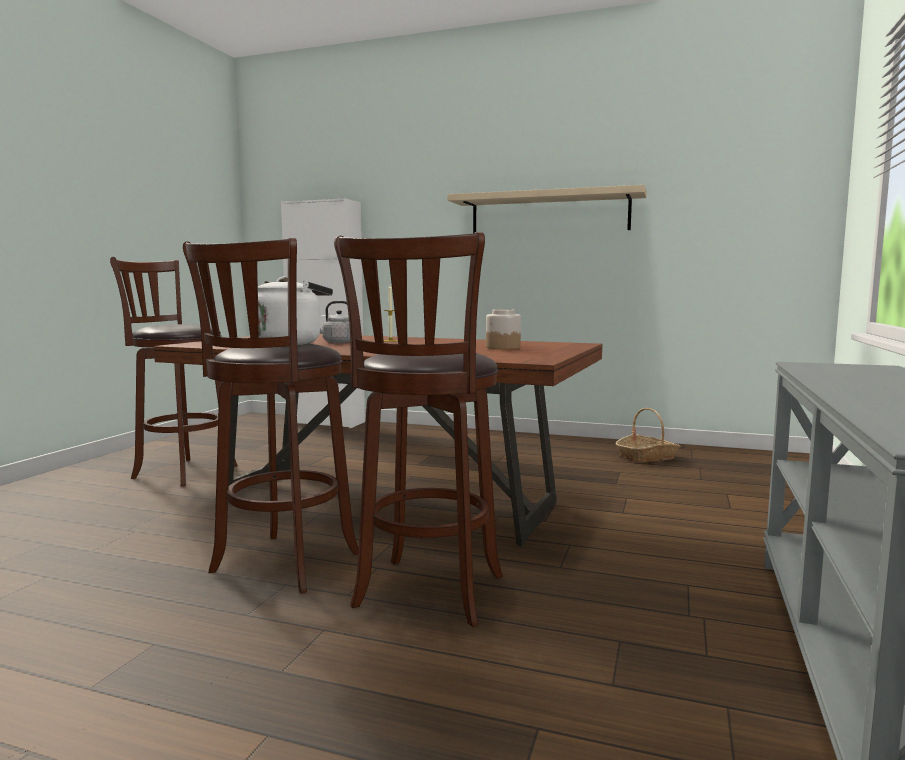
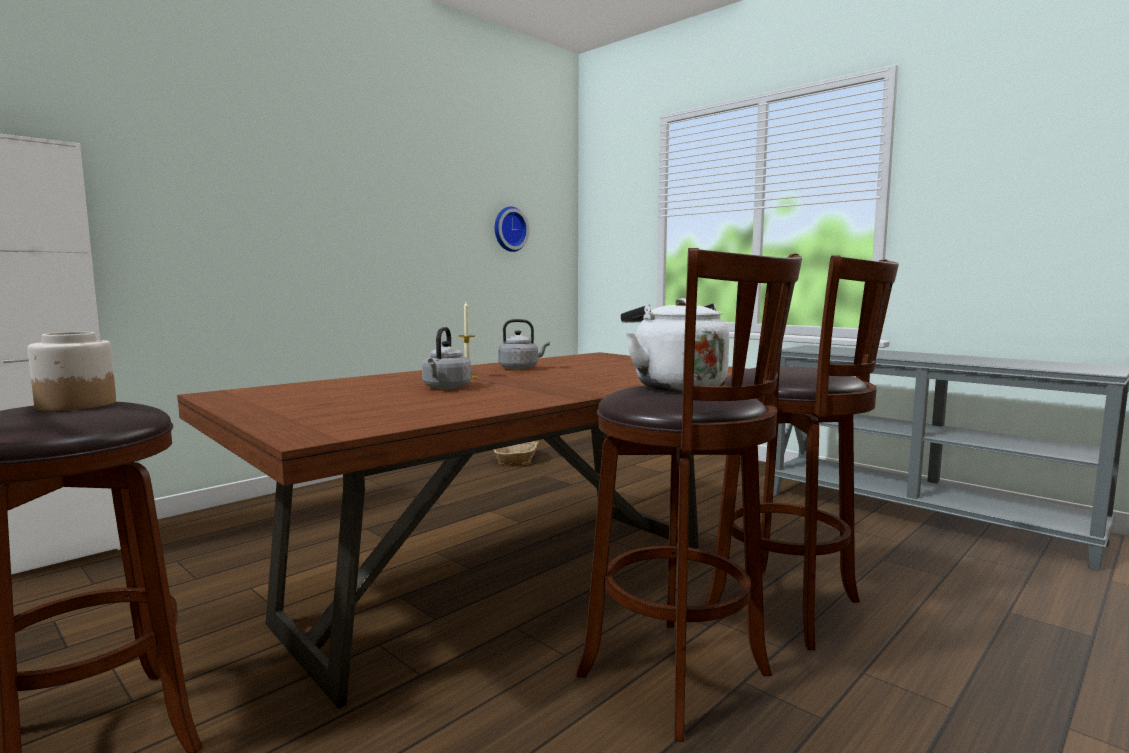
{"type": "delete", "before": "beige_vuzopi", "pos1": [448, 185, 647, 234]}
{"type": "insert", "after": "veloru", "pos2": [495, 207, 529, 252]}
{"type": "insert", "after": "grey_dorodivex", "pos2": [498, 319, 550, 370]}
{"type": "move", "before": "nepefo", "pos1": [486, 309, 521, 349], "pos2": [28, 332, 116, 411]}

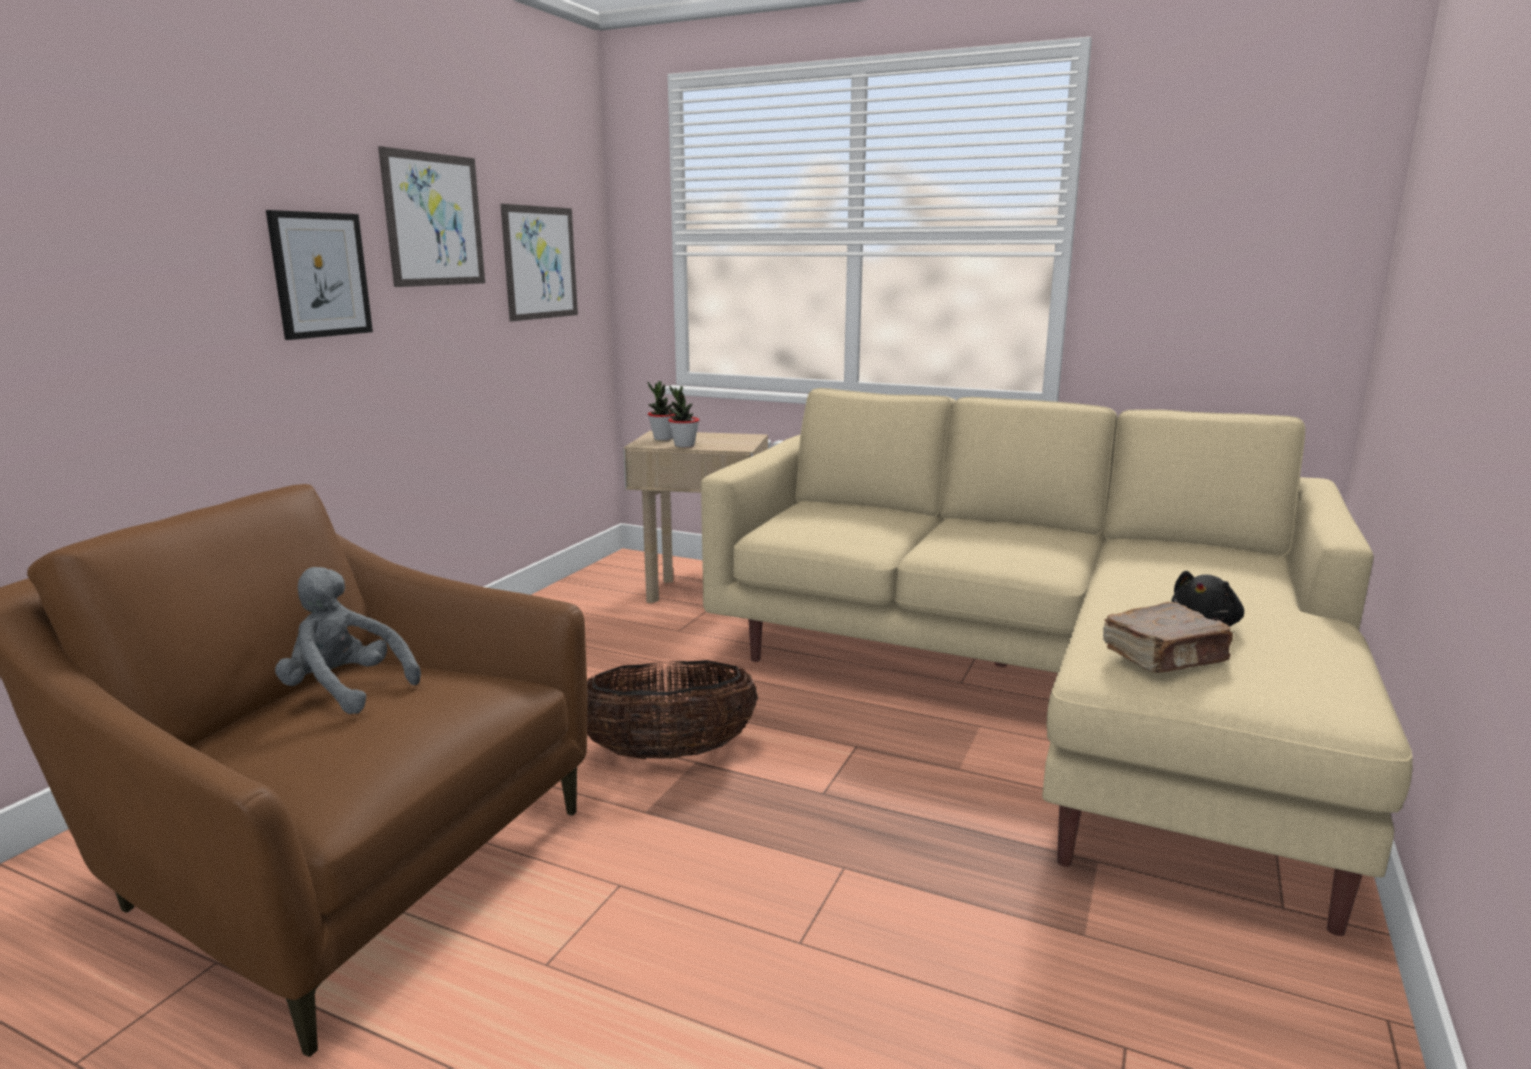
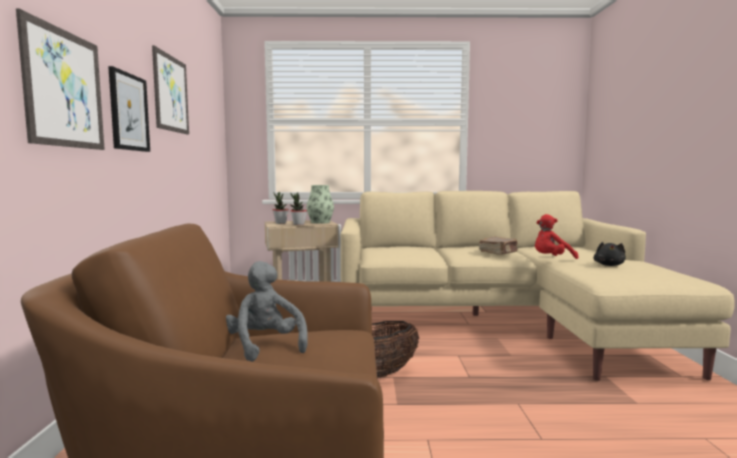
{"type": "insert", "after": "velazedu", "pos2": [307, 185, 334, 224]}
{"type": "insert", "after": "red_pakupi", "pos2": [535, 214, 579, 259]}
{"type": "move", "before": "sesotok", "pos1": [500, 204, 578, 321], "pos2": [16, 9, 105, 150]}
{"type": "move", "before": "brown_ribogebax", "pos1": [1103, 602, 1233, 673], "pos2": [479, 236, 518, 255]}
{"type": "rotate", "before": "grey_pakupi", "pos1": [275, 567, 421, 714], "pos2": [226, 261, 308, 362], "turn": 60}

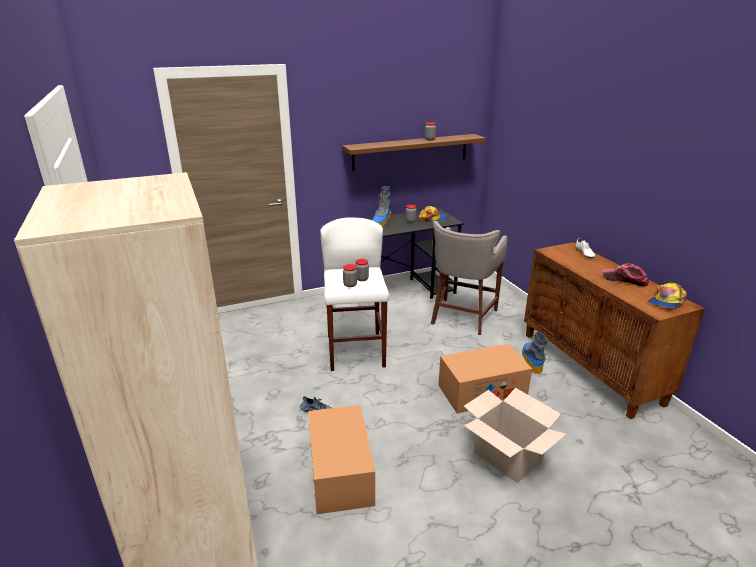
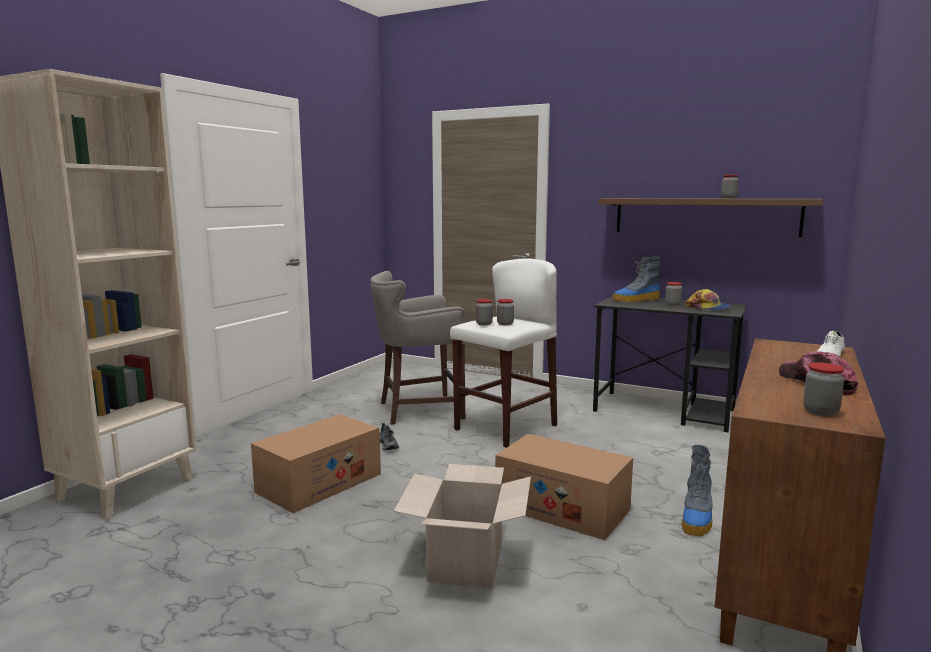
{"type": "move", "before": "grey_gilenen", "pos1": [431, 221, 507, 335], "pos2": [370, 271, 466, 425]}
{"type": "replace", "before": "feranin", "after": "nepefo", "pos1": [648, 283, 687, 308], "pos2": [803, 363, 844, 416]}
{"type": "rotate", "before": "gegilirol", "pos1": [522, 331, 548, 374], "pos2": [681, 445, 713, 536], "turn": 150}

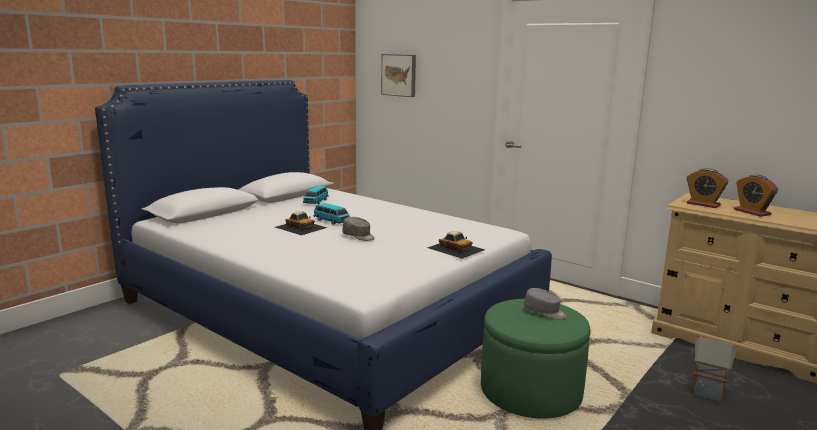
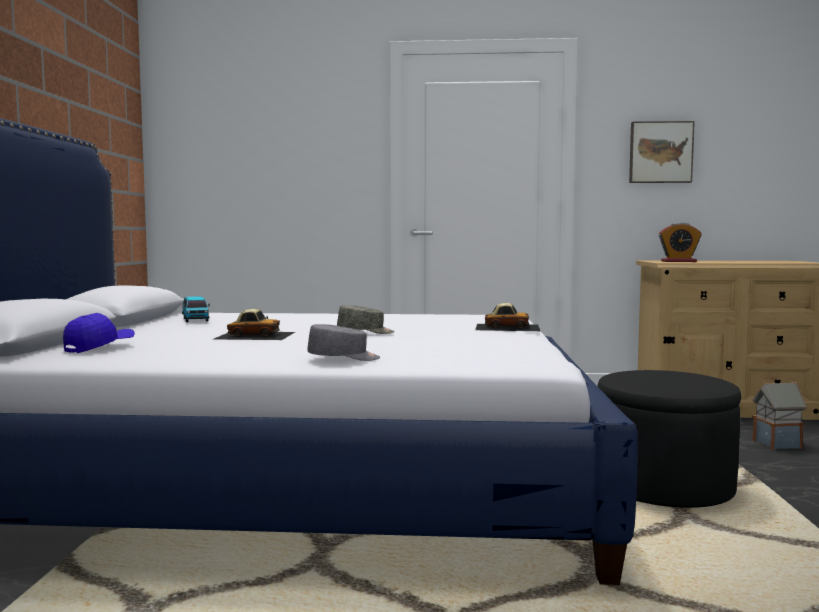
{"type": "delete", "before": "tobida", "pos1": [313, 203, 350, 225]}
{"type": "delete", "before": "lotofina", "pos1": [734, 175, 778, 217]}
{"type": "insert", "after": "blue_feranin", "pos2": [63, 313, 135, 353]}
{"type": "move", "before": "sesotok", "pos1": [381, 54, 416, 97], "pos2": [629, 121, 695, 183]}
{"type": "move", "before": "grey_feranin", "pos1": [524, 288, 567, 319], "pos2": [307, 324, 380, 361]}
{"type": "recolor", "before": "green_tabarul", "after": "black_tabarul", "pos1": [481, 299, 591, 419], "pos2": [598, 370, 741, 508]}

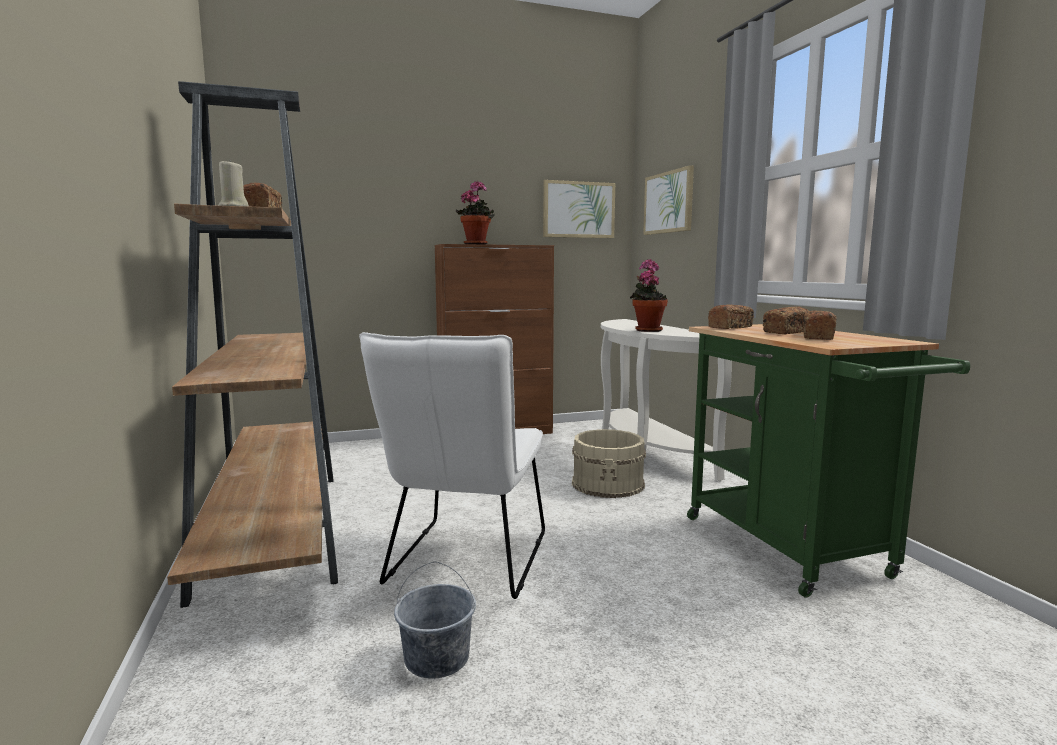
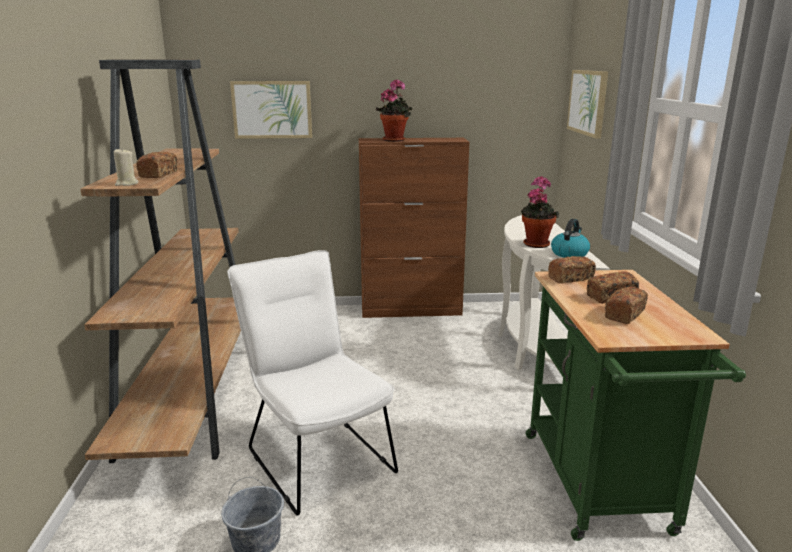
{"type": "delete", "before": "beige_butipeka", "pos1": [572, 429, 646, 498]}
{"type": "insert", "after": "dorodivex", "pos2": [551, 219, 590, 257]}
{"type": "move", "before": "sesotok", "pos1": [543, 180, 615, 238], "pos2": [230, 81, 312, 139]}
{"type": "rotate", "before": "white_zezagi", "pos1": [359, 332, 545, 599], "pos2": [227, 250, 398, 516], "turn": 120}

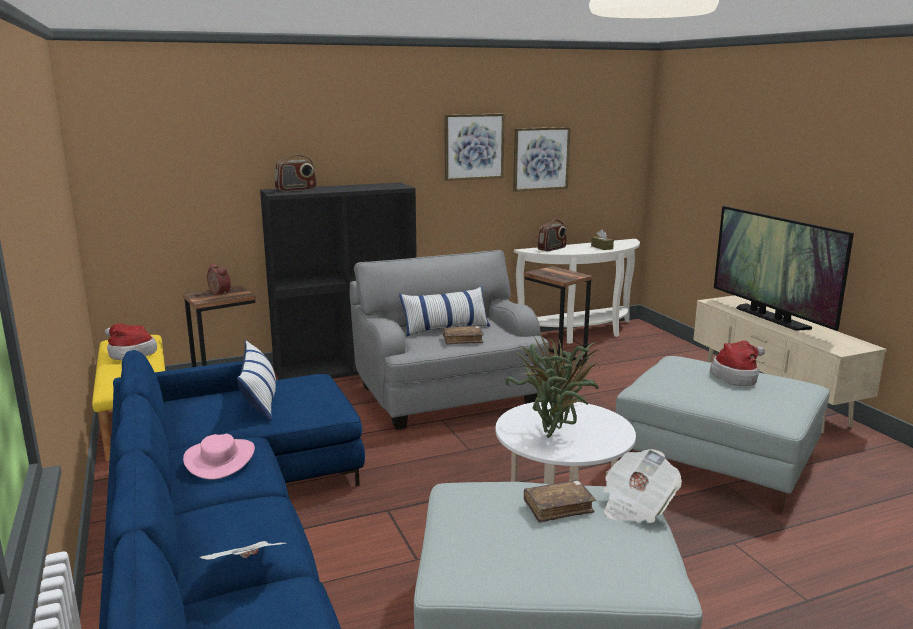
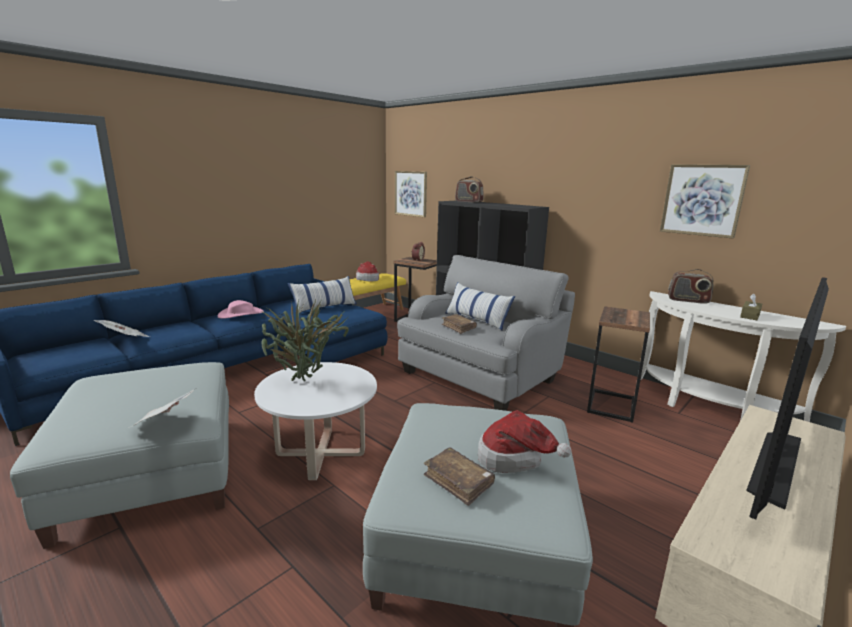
{"type": "move", "before": "sesotok", "pos1": [445, 114, 505, 181], "pos2": [395, 171, 427, 217]}
{"type": "move", "before": "brown_ribogebax", "pos1": [524, 480, 596, 523], "pos2": [424, 448, 495, 506]}

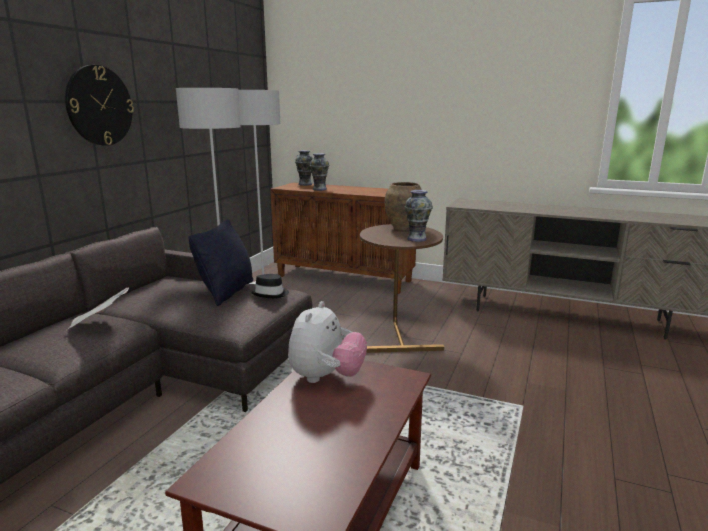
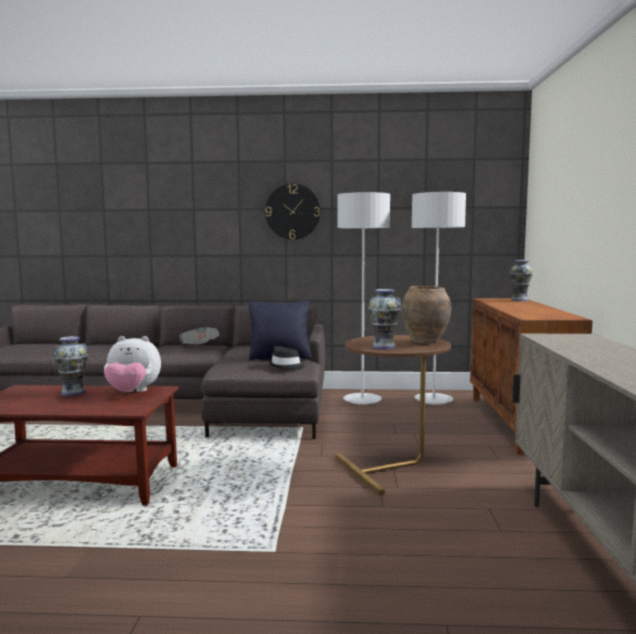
{"type": "move", "before": "velazedu", "pos1": [310, 153, 329, 191], "pos2": [53, 336, 89, 396]}

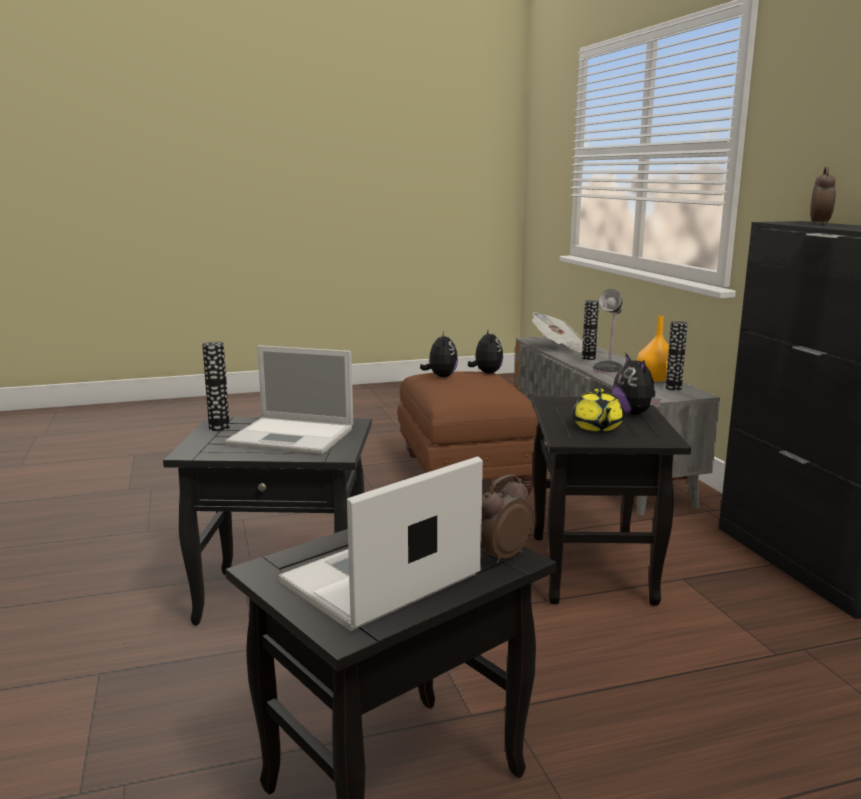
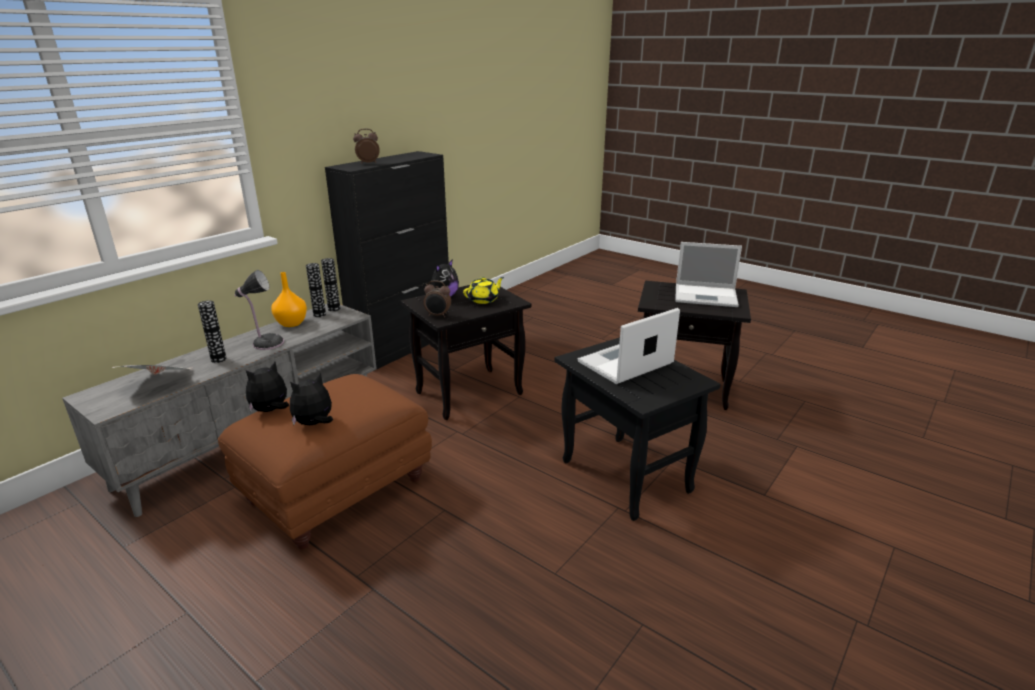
{"type": "move", "before": "velazedu", "pos1": [202, 342, 230, 431], "pos2": [321, 258, 340, 311]}
{"type": "move", "before": "lotofina", "pos1": [481, 474, 532, 564], "pos2": [423, 280, 451, 318]}
{"type": "rotate", "before": "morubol", "pos1": [225, 345, 353, 454], "pos2": [578, 308, 680, 384], "turn": -105}

